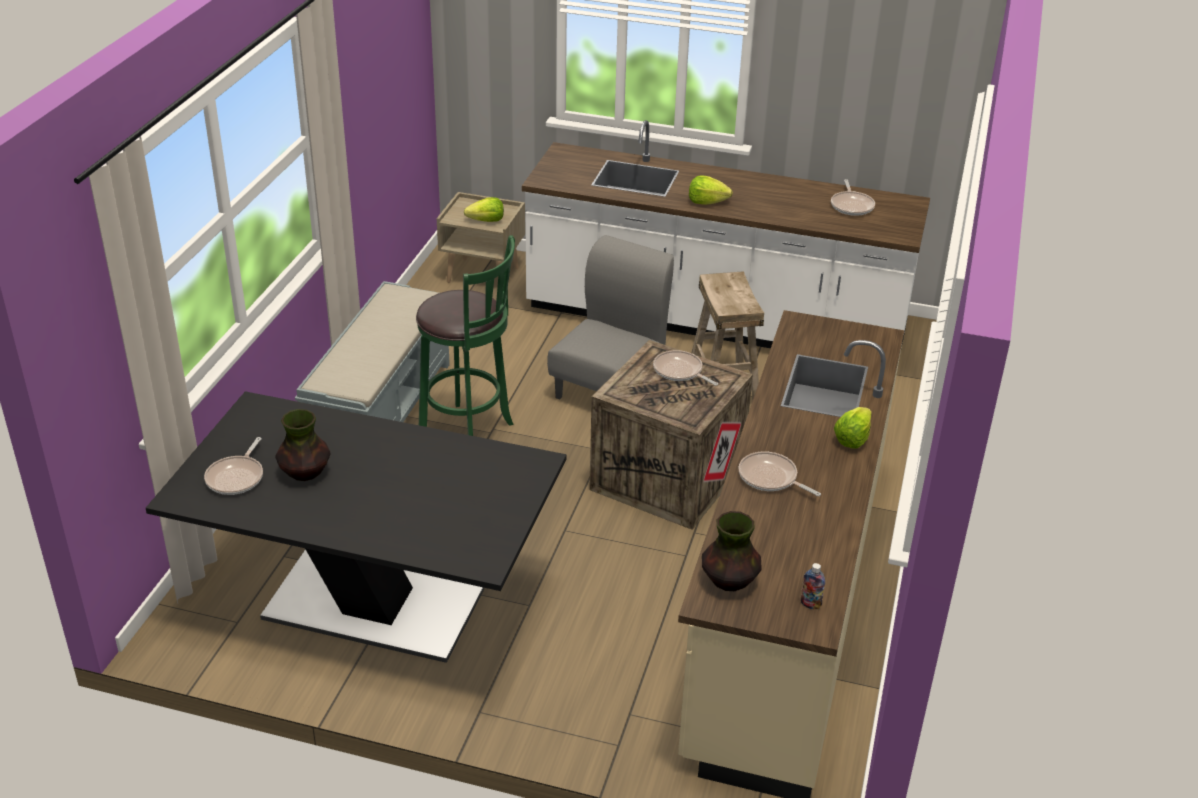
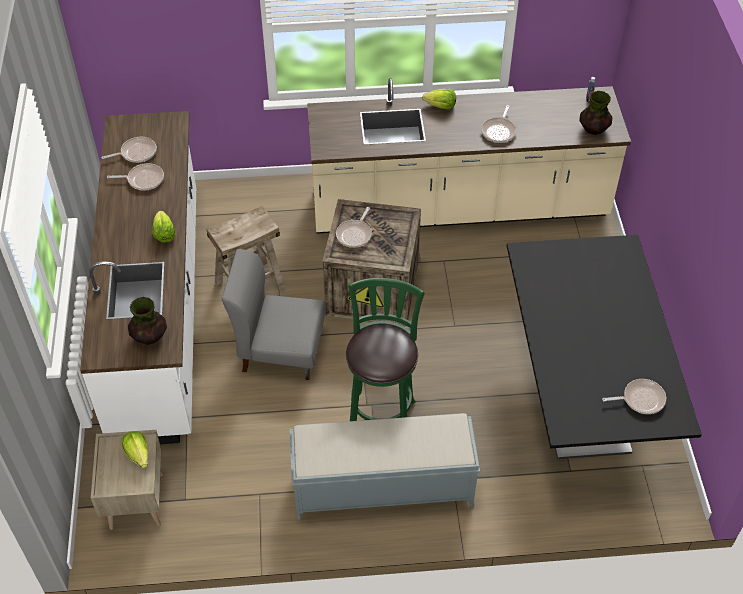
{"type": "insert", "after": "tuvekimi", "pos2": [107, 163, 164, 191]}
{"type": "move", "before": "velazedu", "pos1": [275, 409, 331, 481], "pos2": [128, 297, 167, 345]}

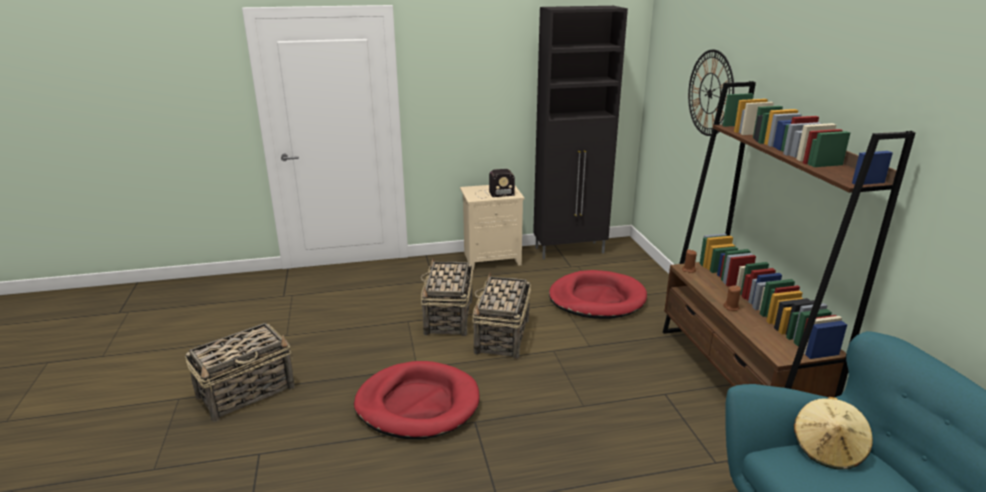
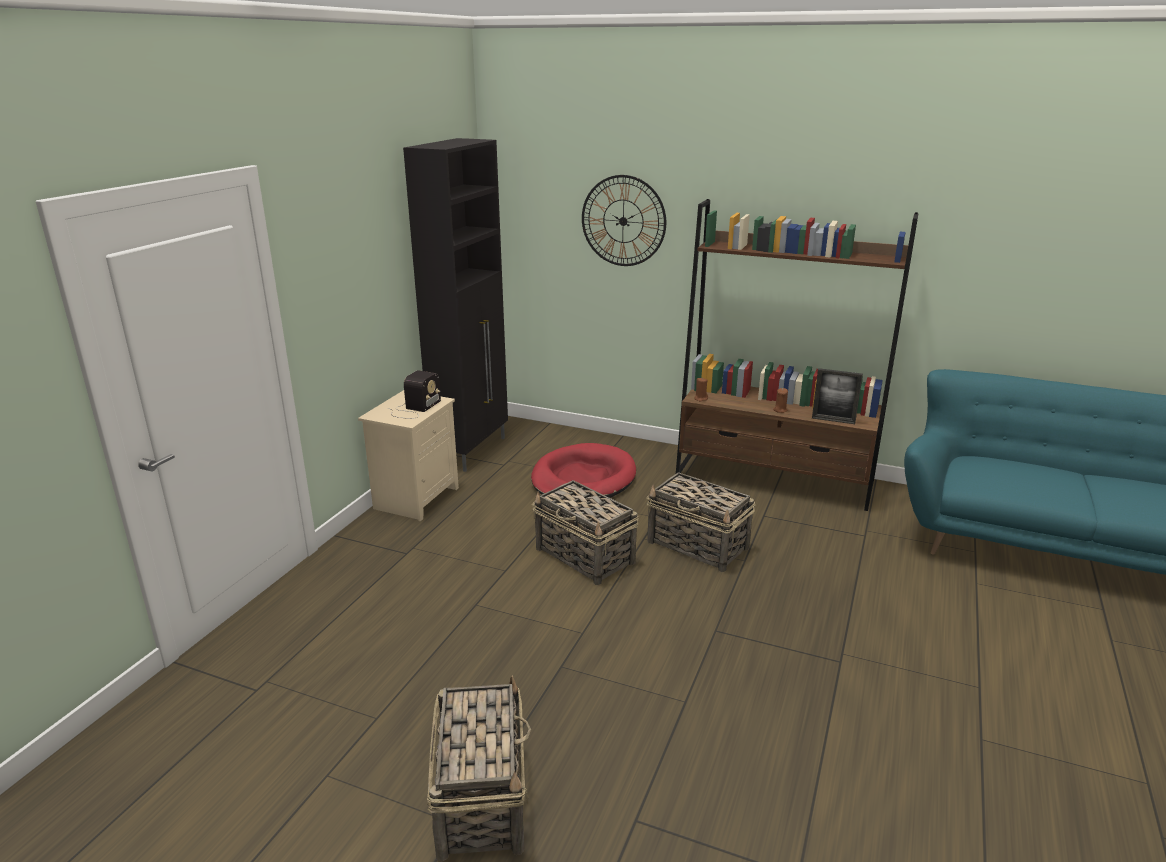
{"type": "delete", "before": "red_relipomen", "pos1": [354, 361, 480, 439]}
{"type": "delete", "before": "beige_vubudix", "pos1": [794, 397, 873, 470]}
{"type": "insert", "after": "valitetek", "pos2": [812, 368, 863, 424]}
{"type": "move", "before": "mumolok", "pos1": [421, 258, 473, 336], "pos2": [647, 472, 755, 572]}

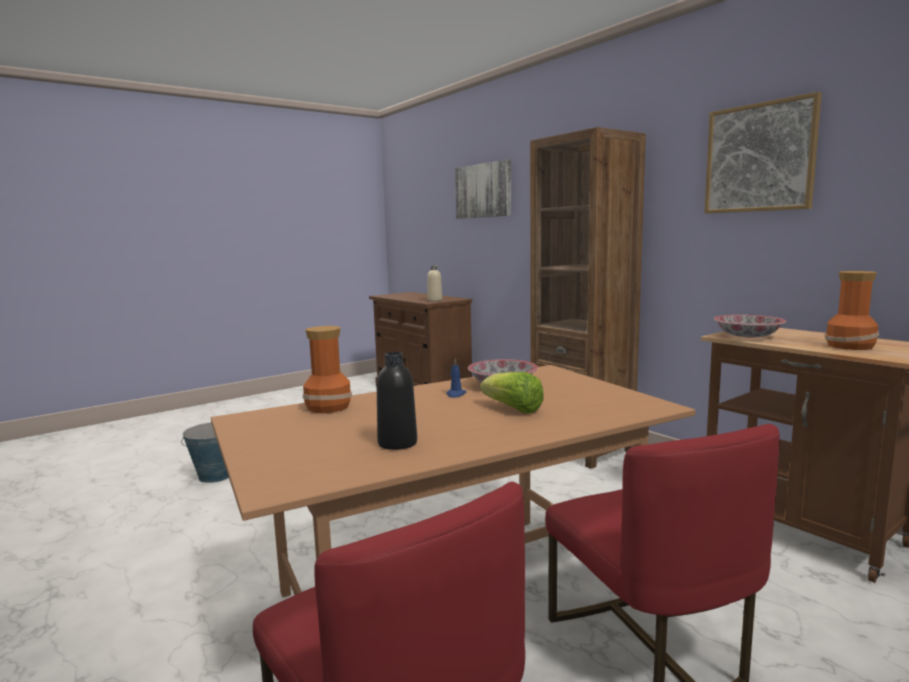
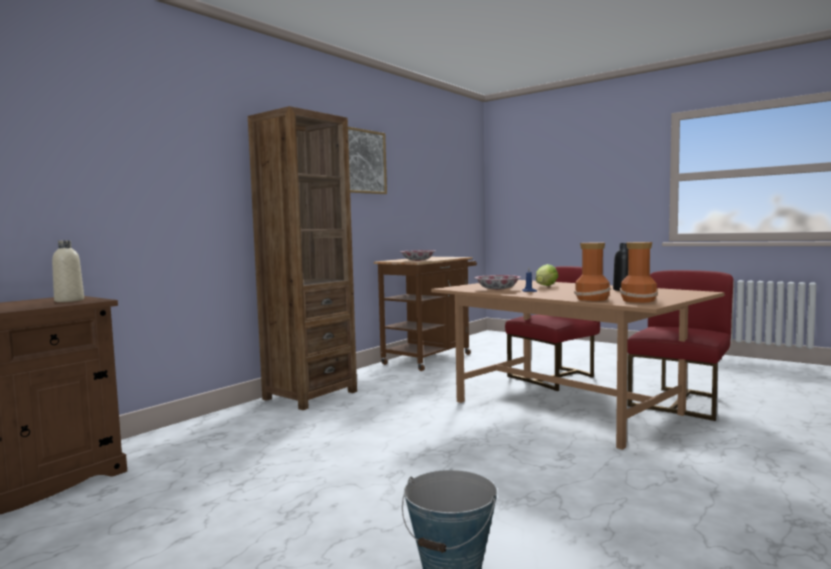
{"type": "delete", "before": "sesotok", "pos1": [455, 160, 511, 219]}
{"type": "move", "before": "velazedu", "pos1": [825, 271, 879, 350], "pos2": [620, 242, 658, 303]}

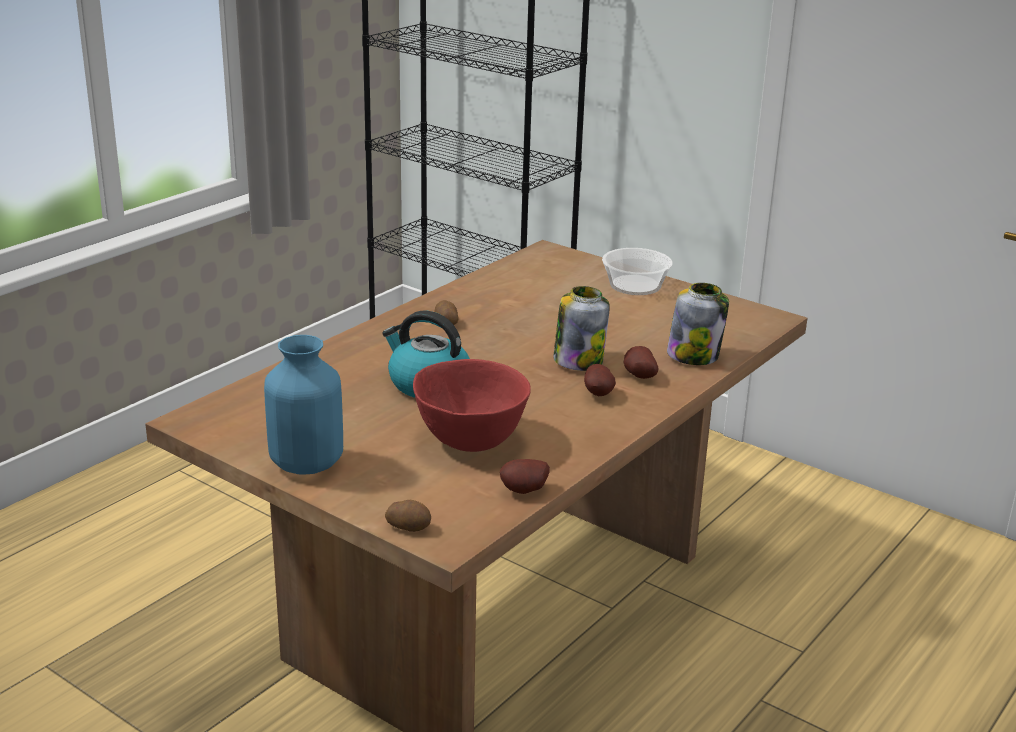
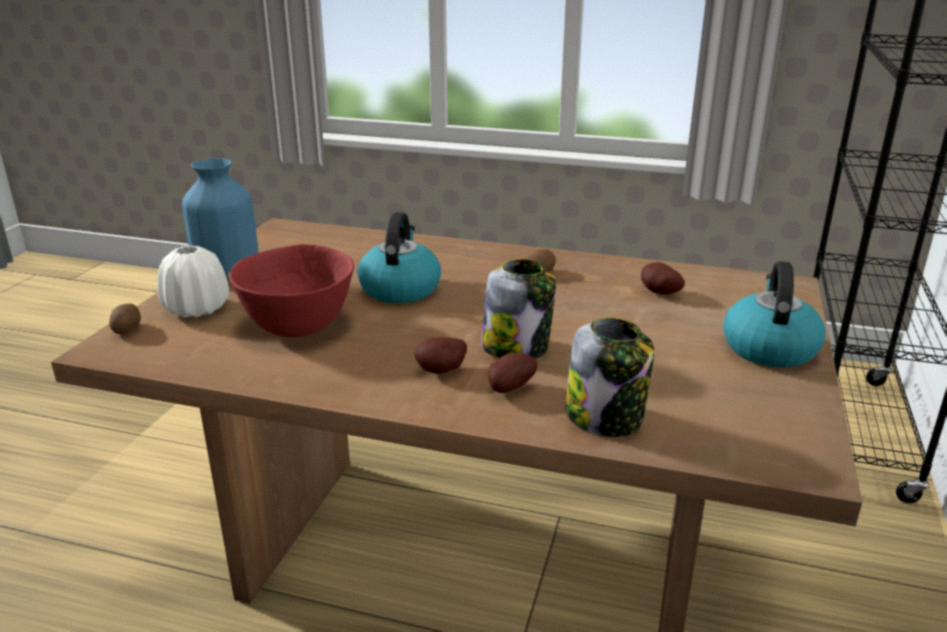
{"type": "insert", "after": "white_velazedu", "pos2": [157, 245, 229, 317]}
{"type": "move", "before": "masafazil", "pos1": [500, 459, 550, 494], "pos2": [641, 262, 685, 295]}
{"type": "replace", "before": "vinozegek", "after": "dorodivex", "pos1": [602, 248, 672, 295], "pos2": [723, 261, 826, 367]}

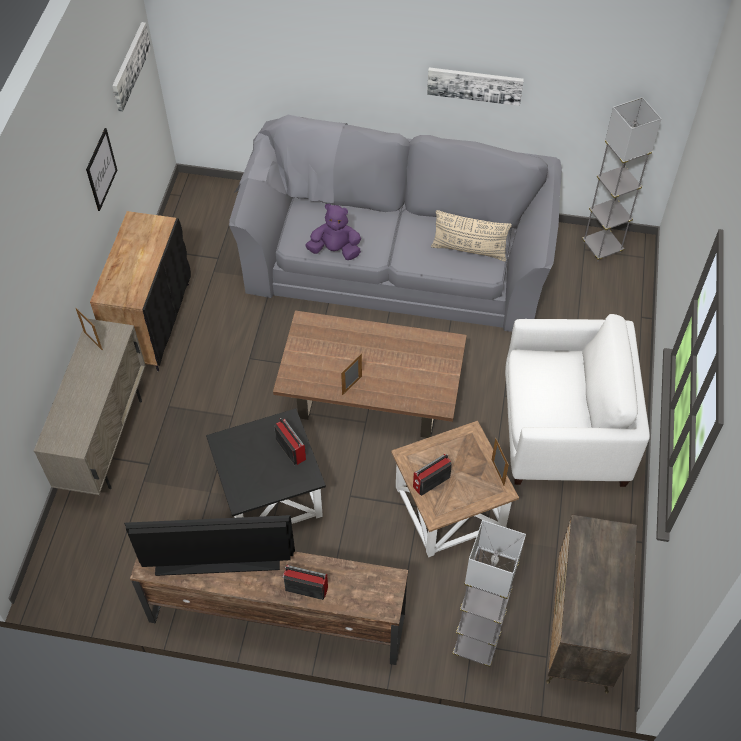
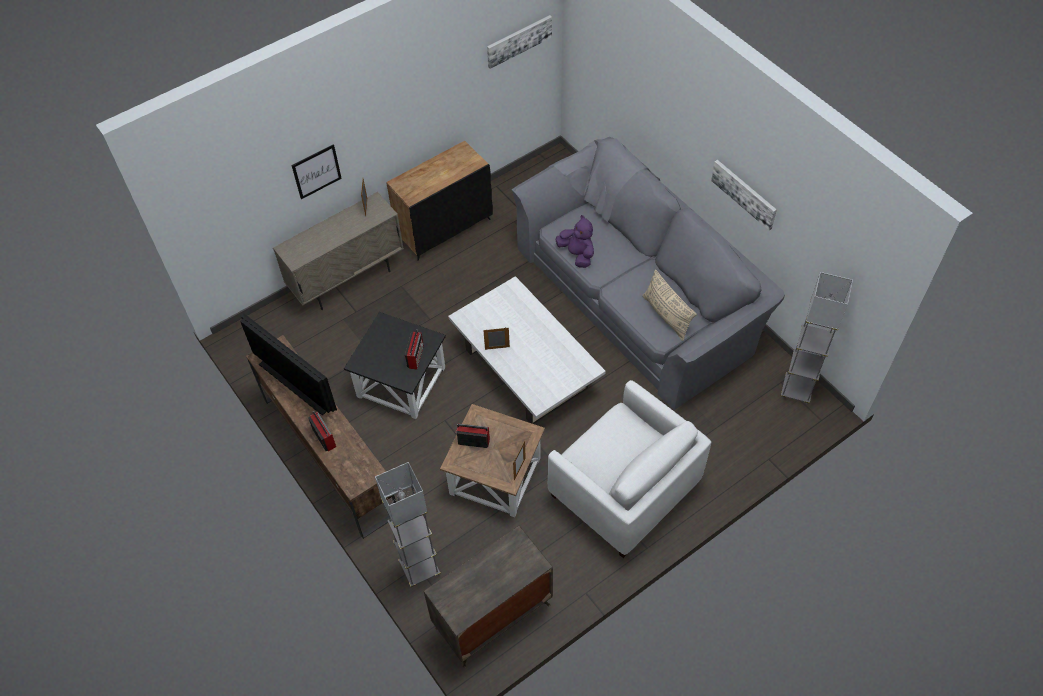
{"type": "move", "before": "sesotok", "pos1": [86, 128, 117, 211], "pos2": [291, 144, 342, 199]}
{"type": "recolor", "before": "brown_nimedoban", "after": "white_nimedoban", "pos1": [273, 310, 467, 438], "pos2": [448, 276, 606, 424]}

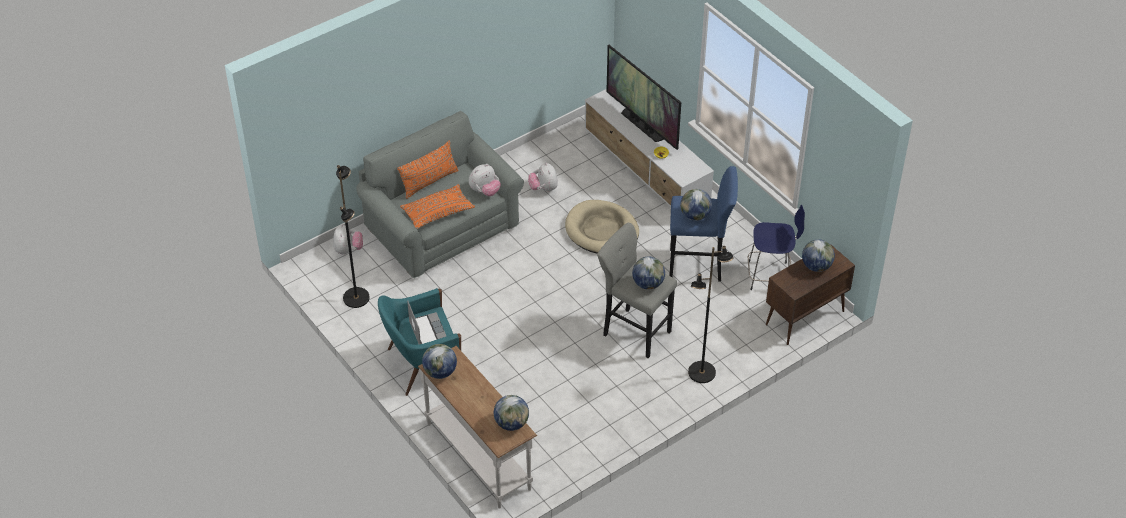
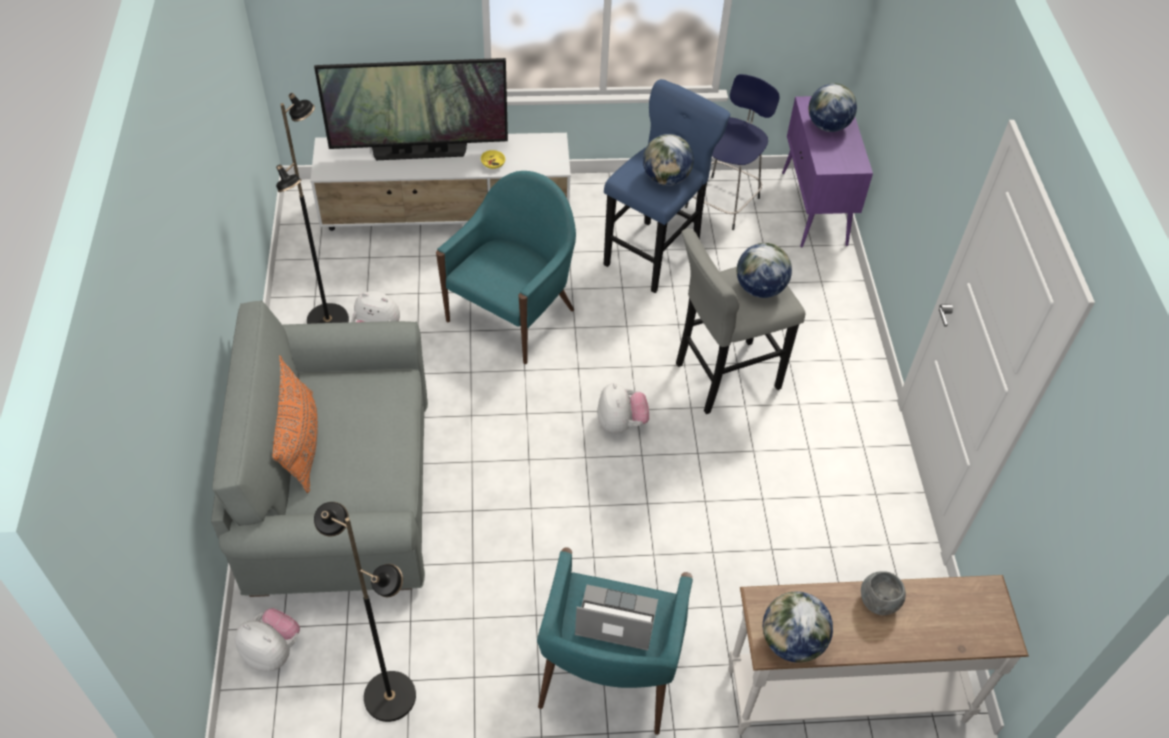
{"type": "delete", "before": "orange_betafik", "pos1": [400, 184, 475, 229]}
{"type": "delete", "before": "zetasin", "pos1": [494, 395, 529, 431]}
{"type": "insert", "after": "grey_vinozegek", "pos2": [861, 571, 906, 615]}
{"type": "move", "before": "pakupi", "pos1": [469, 164, 501, 196], "pos2": [597, 383, 649, 433]}
{"type": "move", "before": "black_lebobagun", "pos1": [688, 246, 734, 383], "pos2": [276, 93, 349, 324]}
{"type": "replace", "before": "beige_relipomen", "after": "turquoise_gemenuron", "pos1": [565, 200, 639, 254], "pos2": [436, 171, 576, 364]}
{"type": "recolor", "before": "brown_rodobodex", "after": "purple_rodobodex", "pos1": [766, 243, 855, 345], "pos2": [782, 96, 873, 248]}

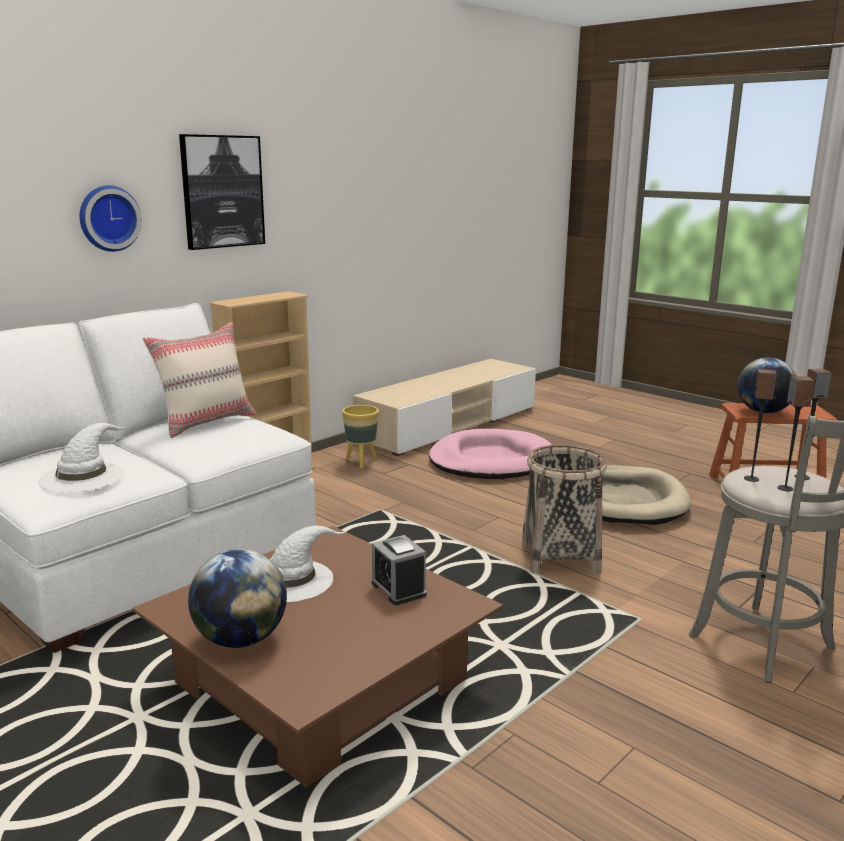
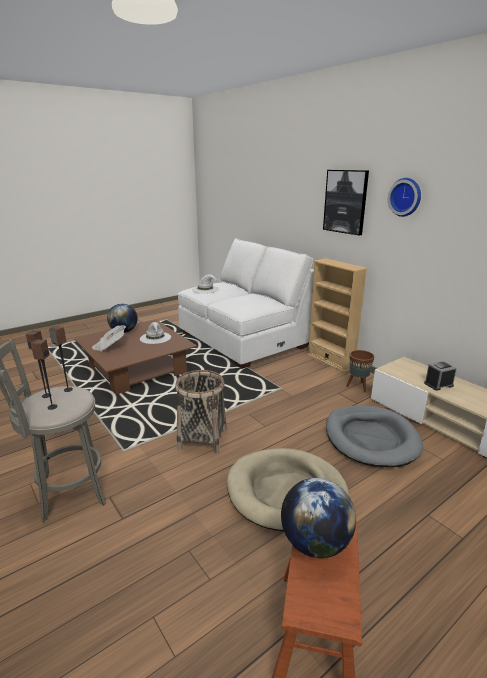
{"type": "delete", "before": "beige_betafik", "pos1": [143, 322, 256, 438]}
{"type": "insert", "after": "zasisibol", "pos2": [92, 325, 126, 352]}
{"type": "move", "before": "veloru", "pos1": [80, 185, 142, 252], "pos2": [388, 178, 421, 217]}
{"type": "move", "before": "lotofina", "pos1": [371, 535, 427, 605], "pos2": [424, 361, 457, 391]}
{"type": "recolor", "before": "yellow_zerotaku", "after": "brown_zerotaku", "pos1": [342, 405, 379, 468], "pos2": [346, 350, 374, 392]}
{"type": "recolor", "before": "pink_relipomen", "after": "grey_relipomen", "pos1": [429, 429, 552, 479], "pos2": [326, 405, 423, 467]}

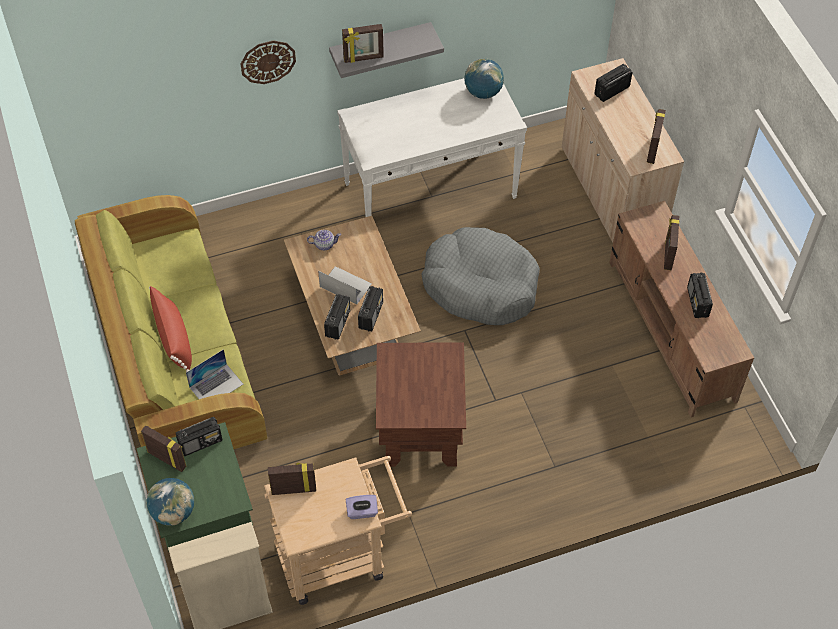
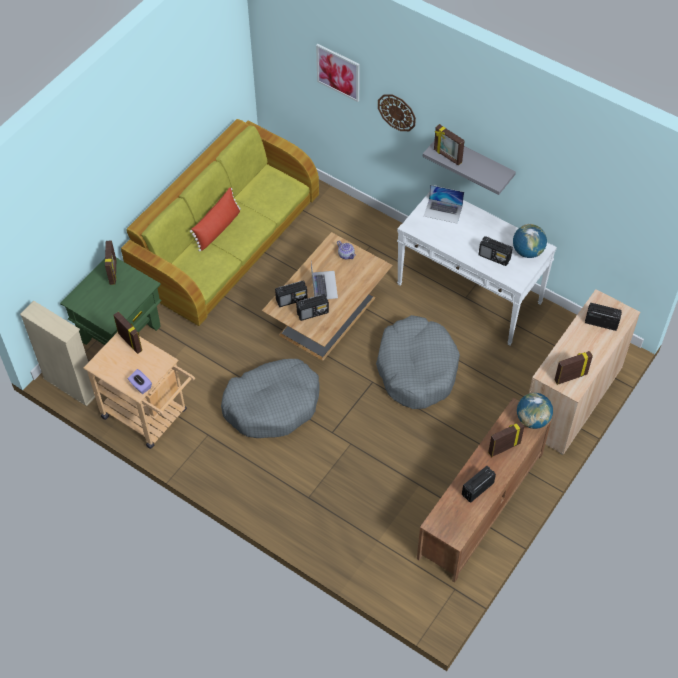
{"type": "insert", "after": "sesotok", "pos2": [316, 44, 360, 102]}
{"type": "move", "before": "zetasin", "pos1": [146, 478, 194, 526], "pos2": [517, 393, 553, 429]}
{"type": "move", "before": "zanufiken", "pos1": [176, 417, 223, 456], "pos2": [478, 236, 513, 266]}
{"type": "move", "before": "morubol", "pos1": [186, 349, 243, 399], "pos2": [424, 185, 464, 223]}
{"type": "replace", "before": "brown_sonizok", "after": "grey_relipomen", "pos1": [376, 342, 466, 467], "pos2": [221, 359, 320, 438]}

